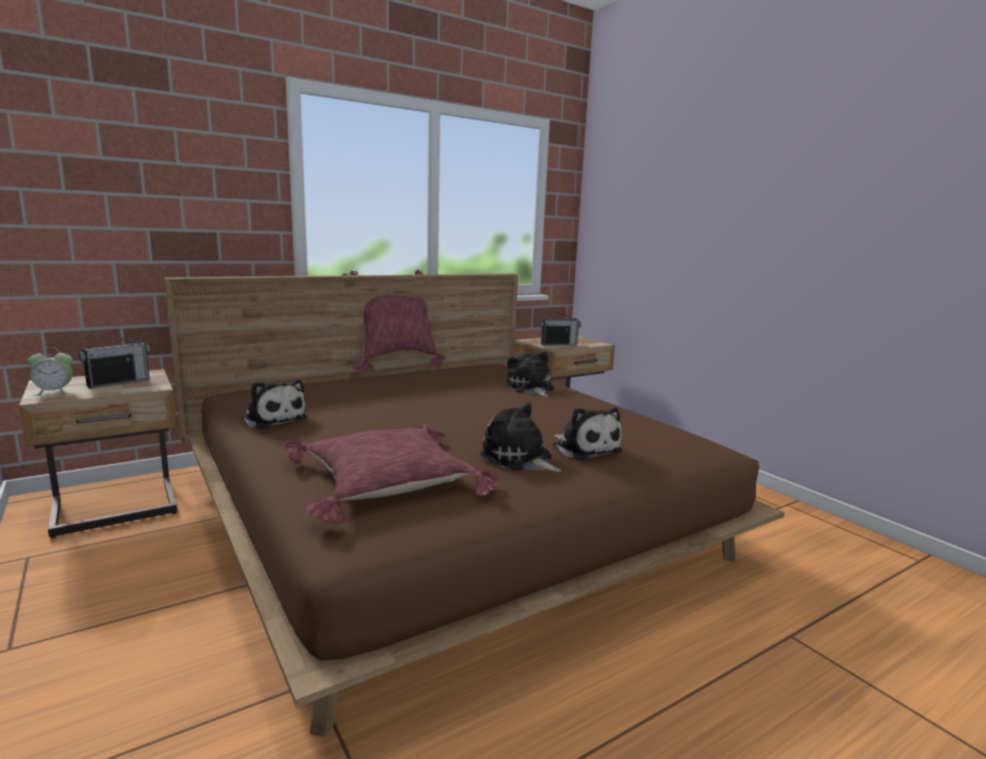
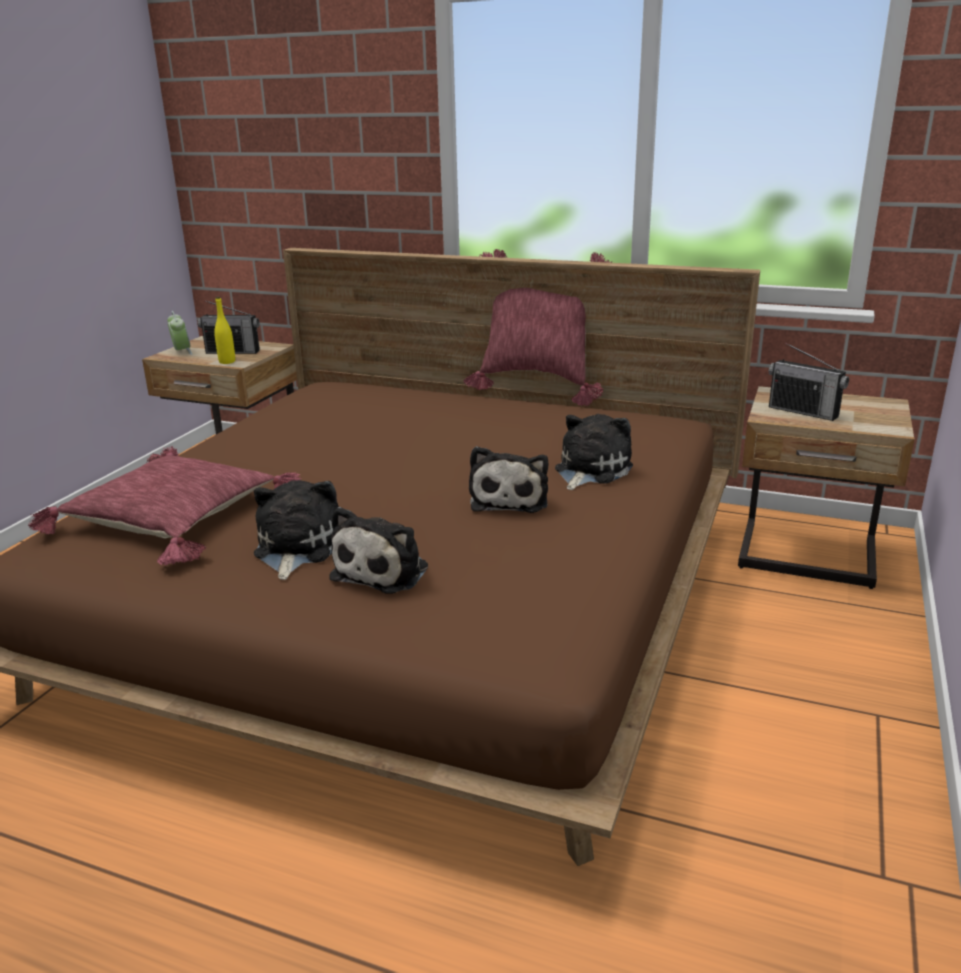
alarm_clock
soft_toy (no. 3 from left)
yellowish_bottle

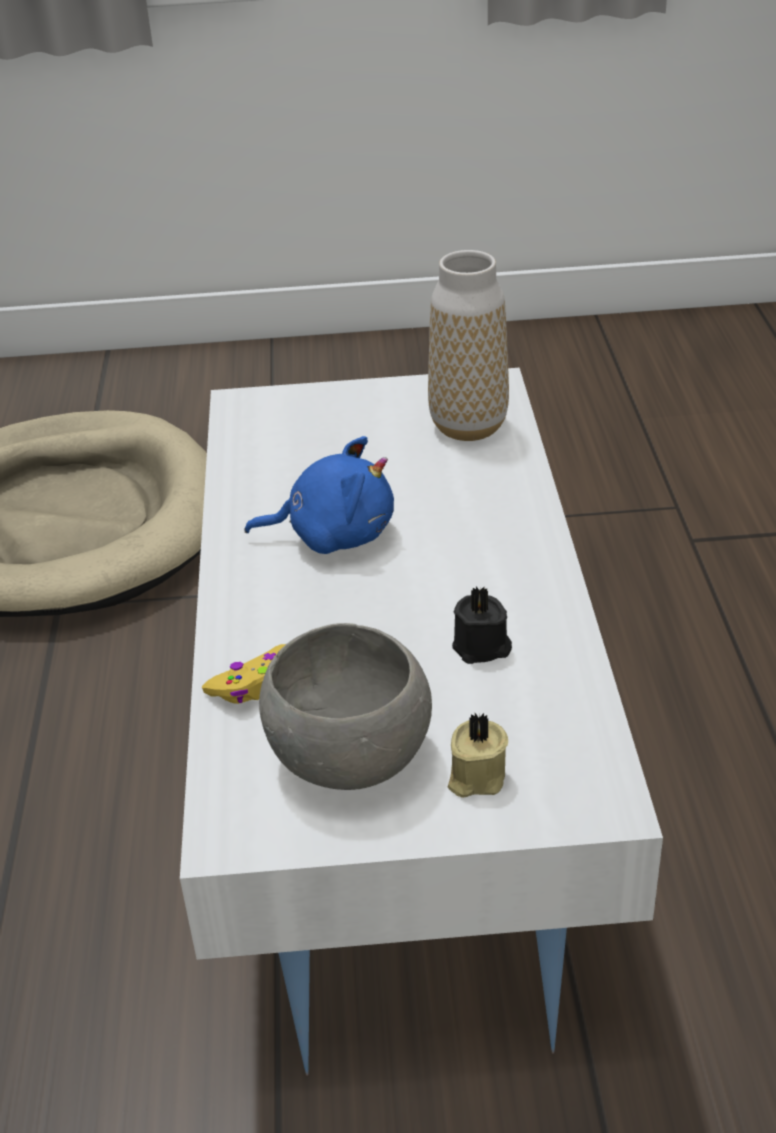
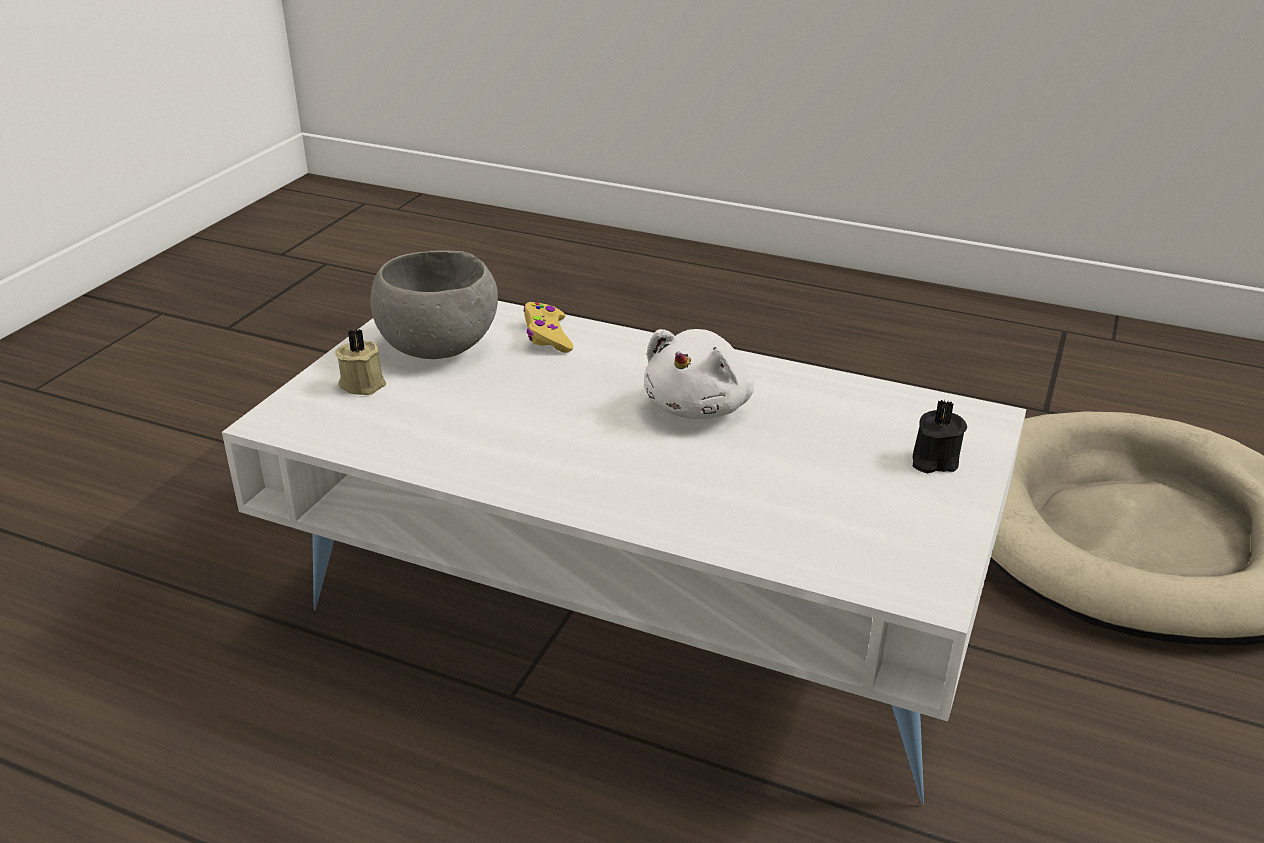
white_soft_toy
flower_vase
blackish_wax_candle

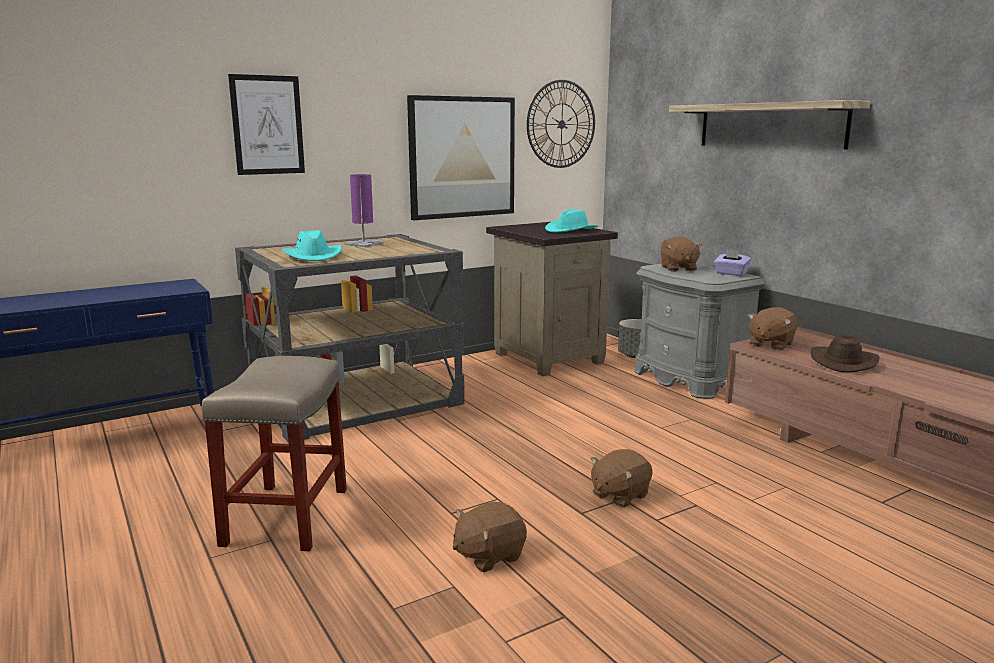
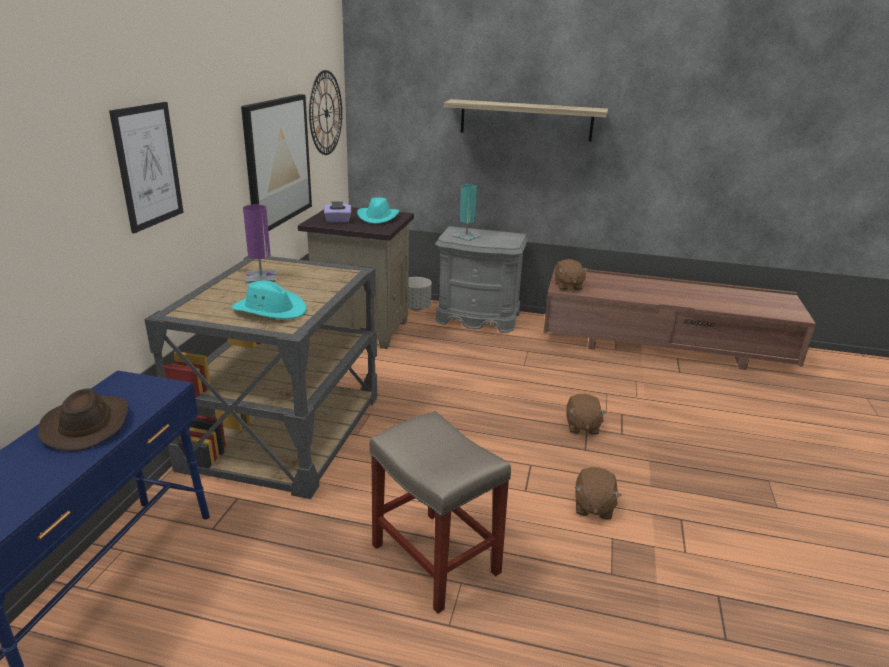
blue-green_tabletop_lamp
purplish_tissue_holder
brownish_hat

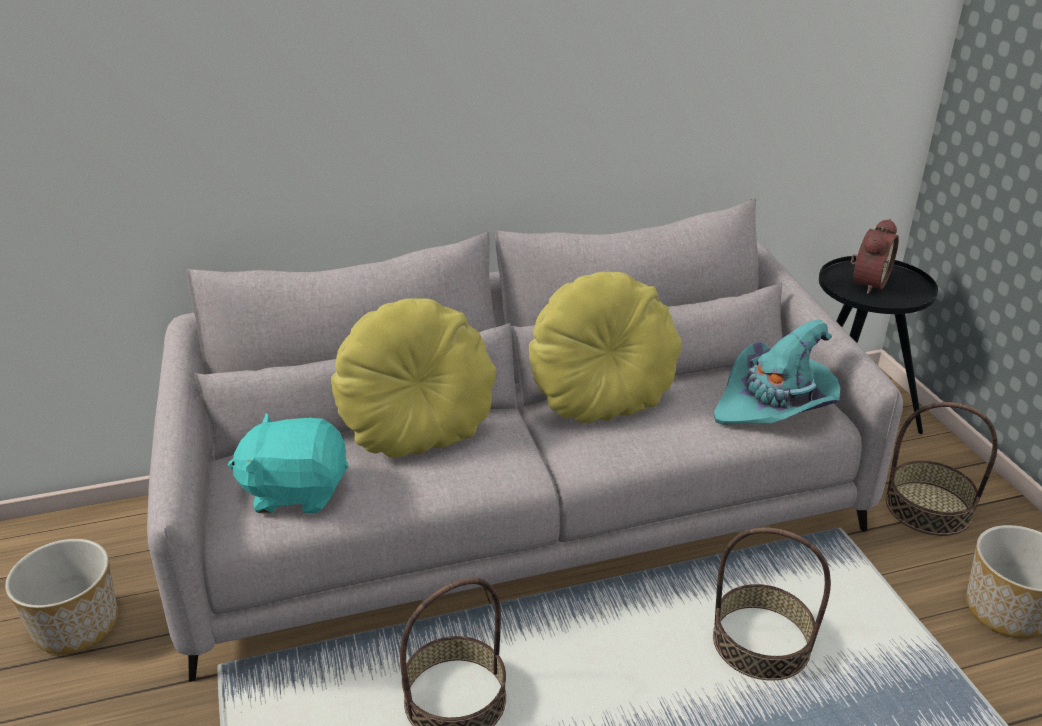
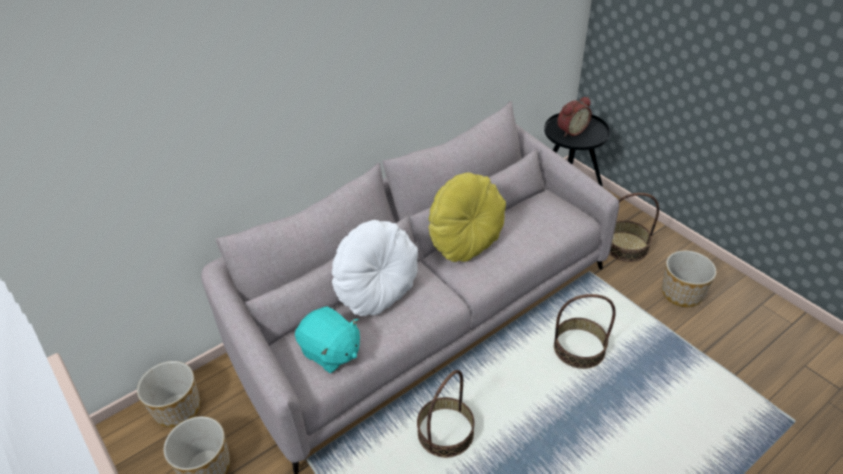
blue-green_soft_toy
white_pillow
blue-green_hat
alarm_clock
flower_pot (no. 1 from left)

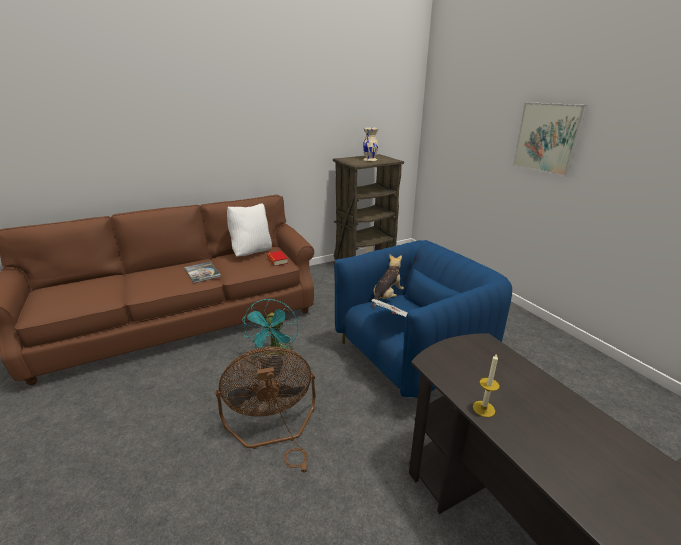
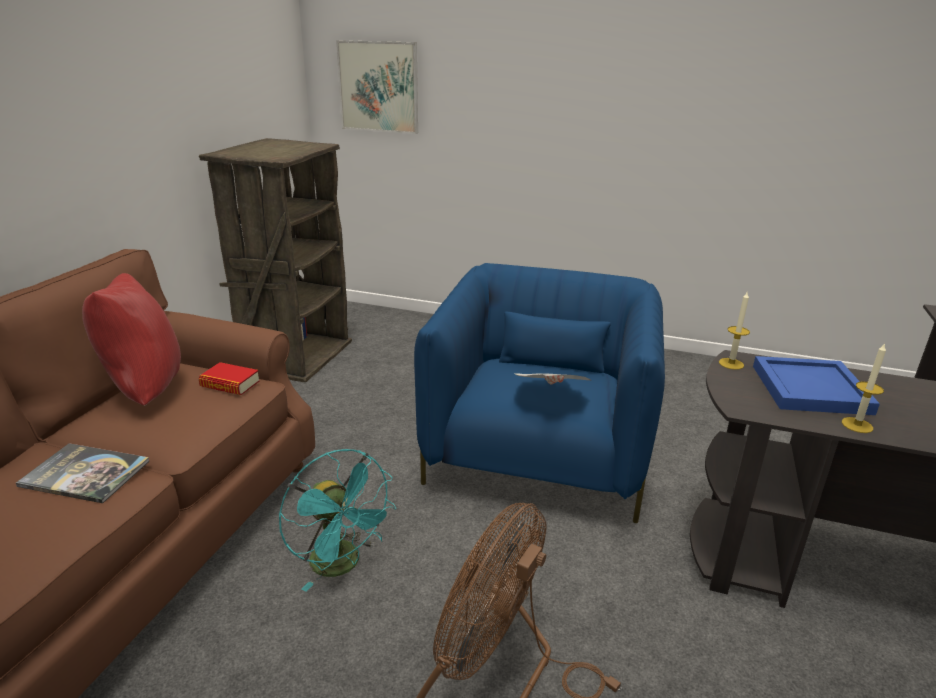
reddish_pillow
sand-coloured_flower_vase
soft_toy
wall_art
wax_candle (no. 1 from left)
bluish_carrying_tray

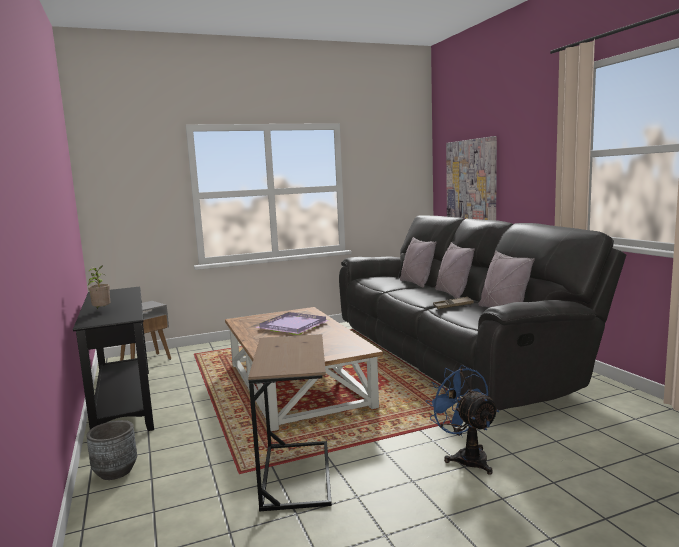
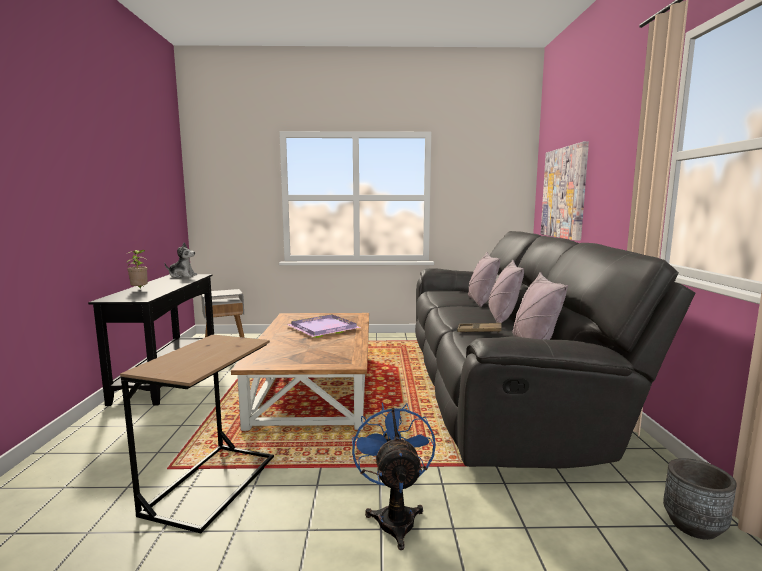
gray_flower_pot
soft_toy

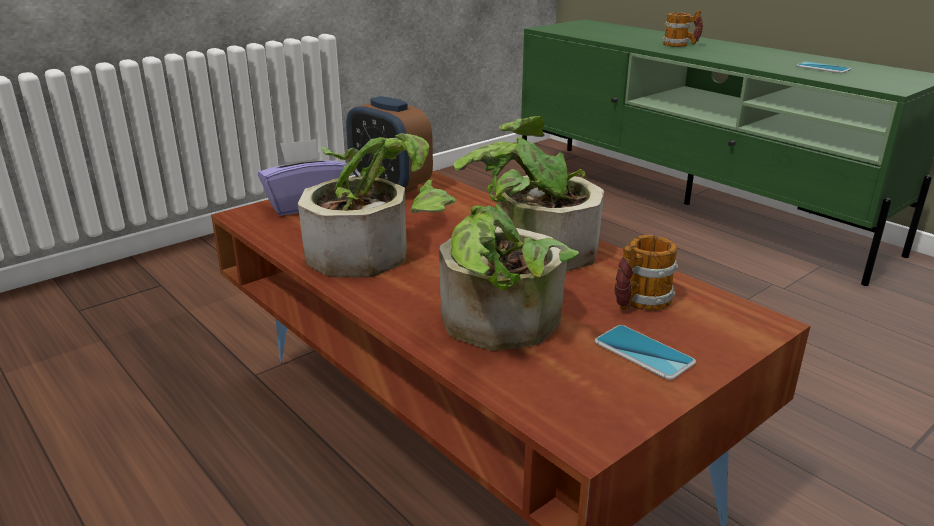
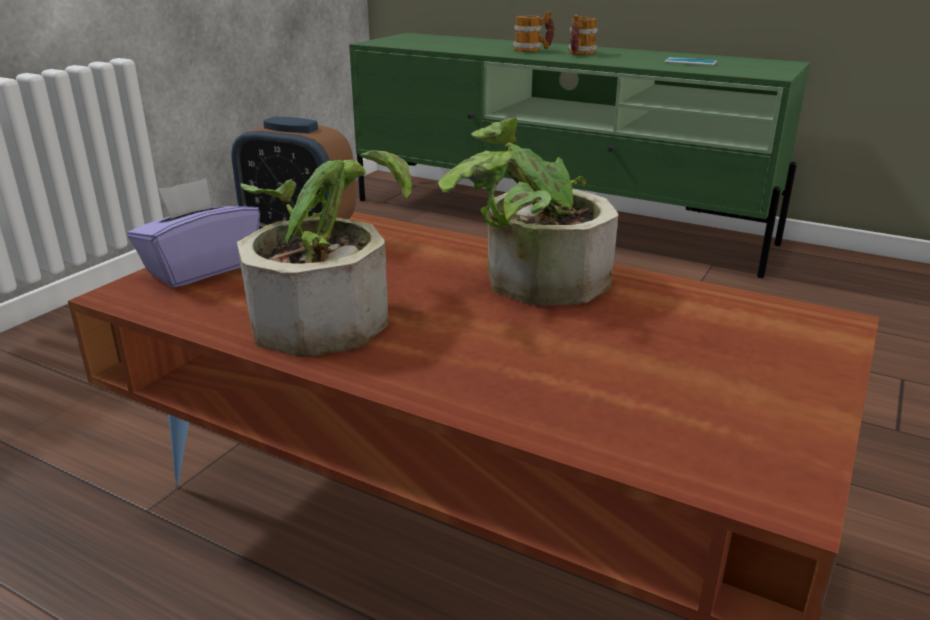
potted_plant (no. 2 from left in the first image)
telephone (no. 1 from left in the first image)
tea_mug (no. 2 from left)

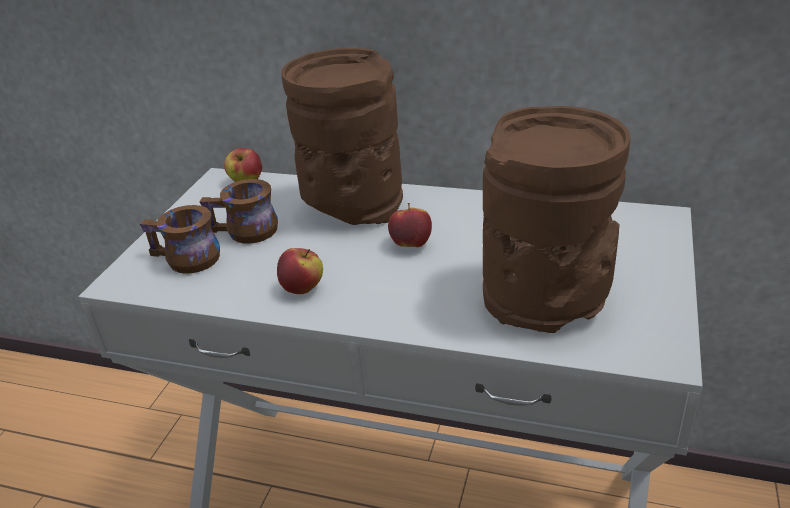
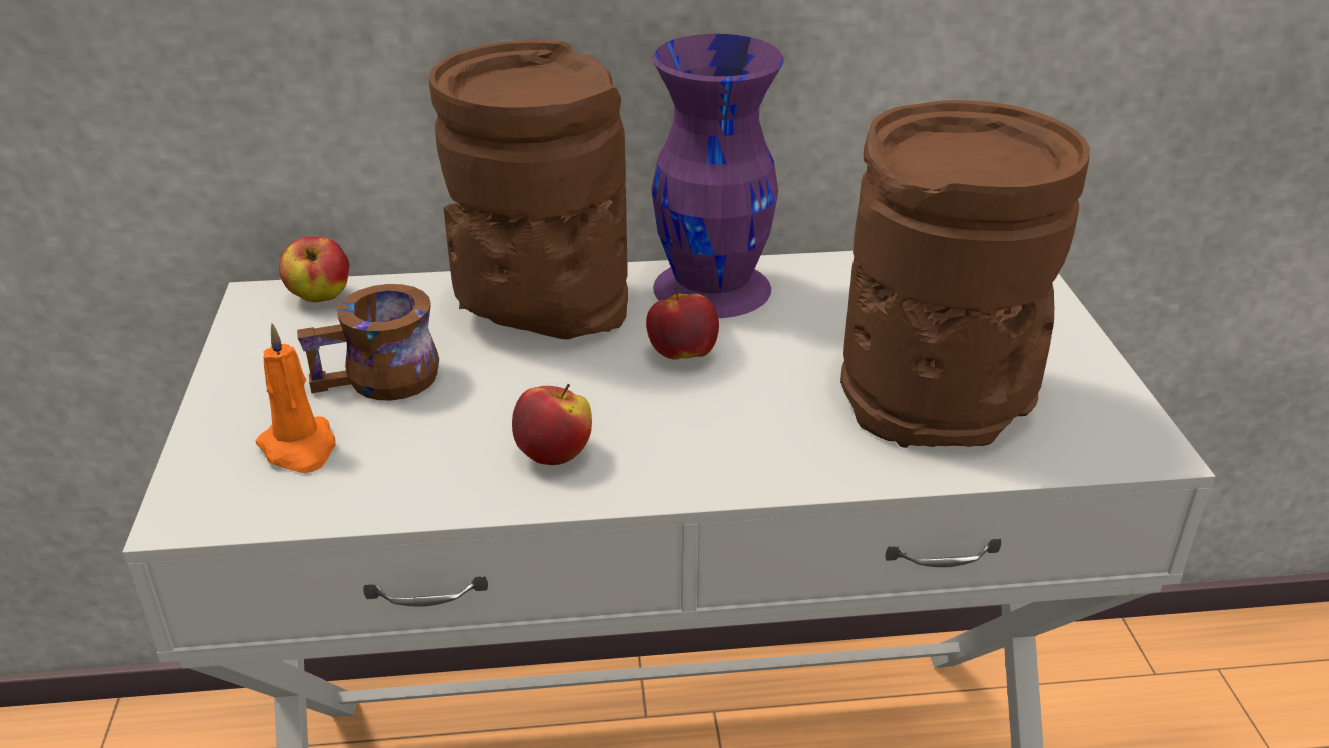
orange-coloured_wax_candle
purplish_flower_vase

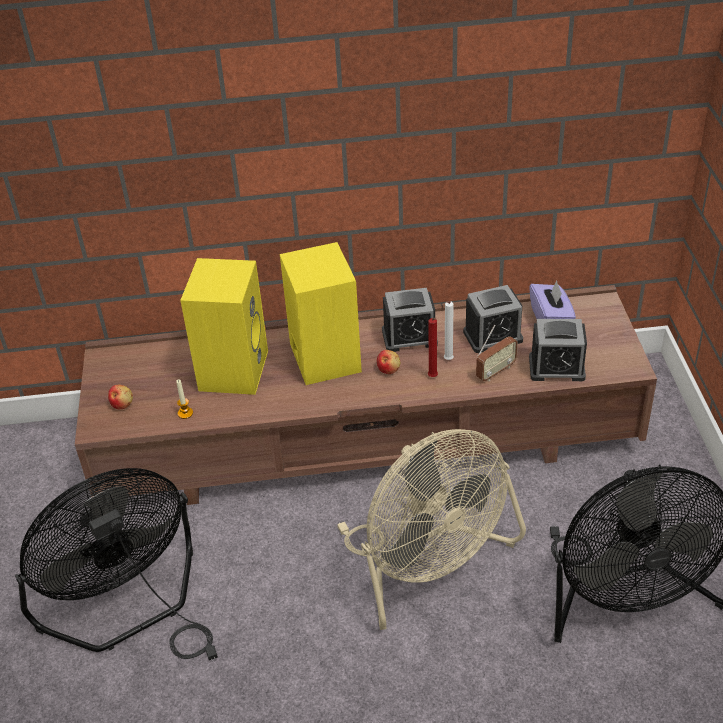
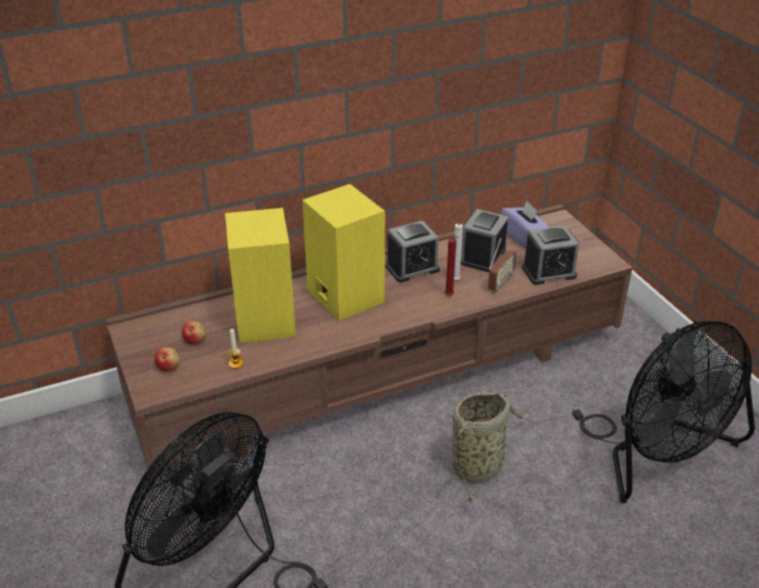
storage_basket
whole_apple (no. 2 from left)
alarm_clock (no. 2 from left)

